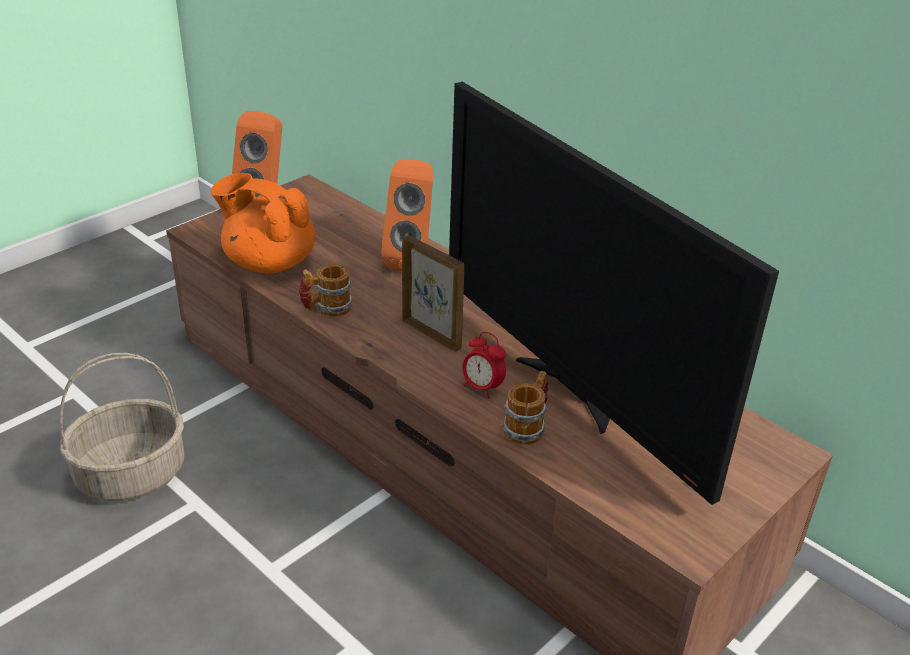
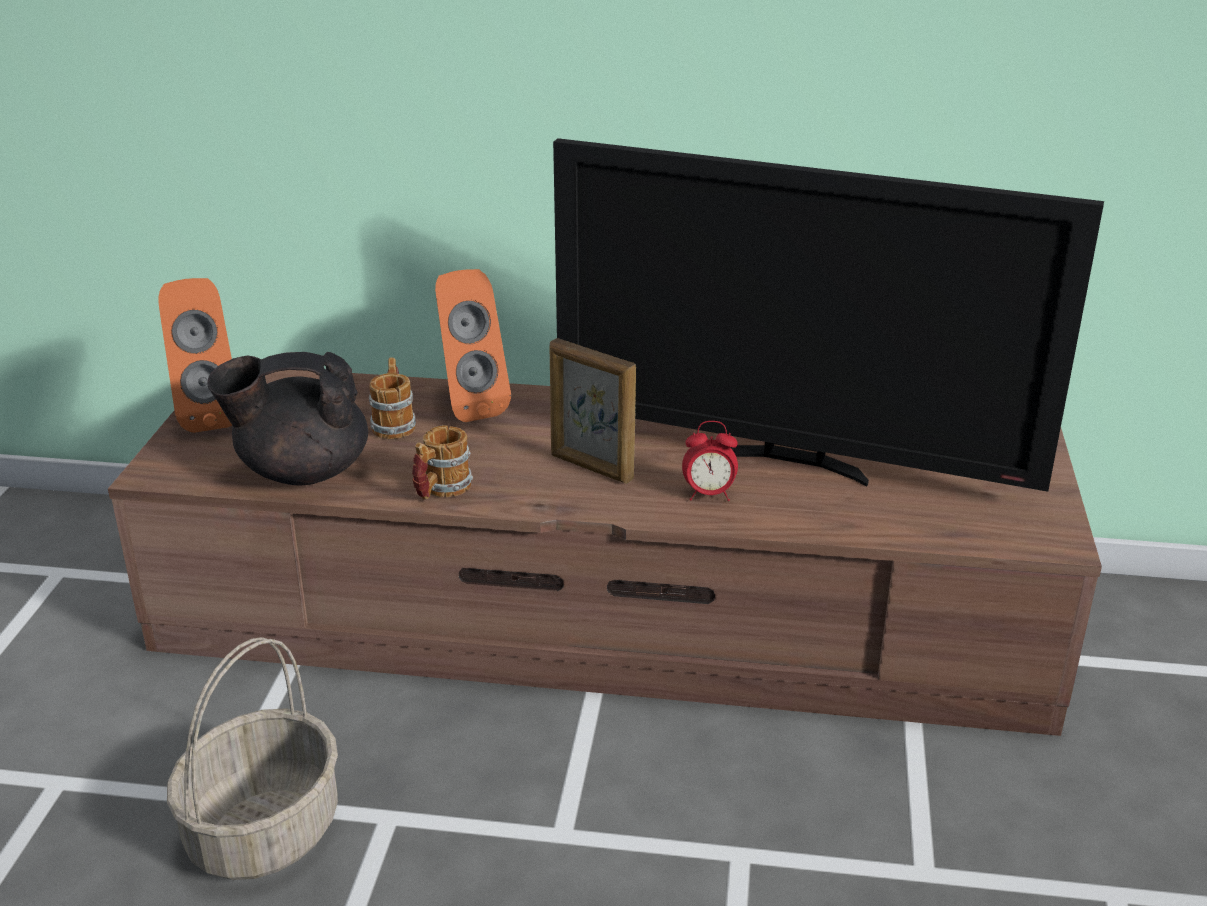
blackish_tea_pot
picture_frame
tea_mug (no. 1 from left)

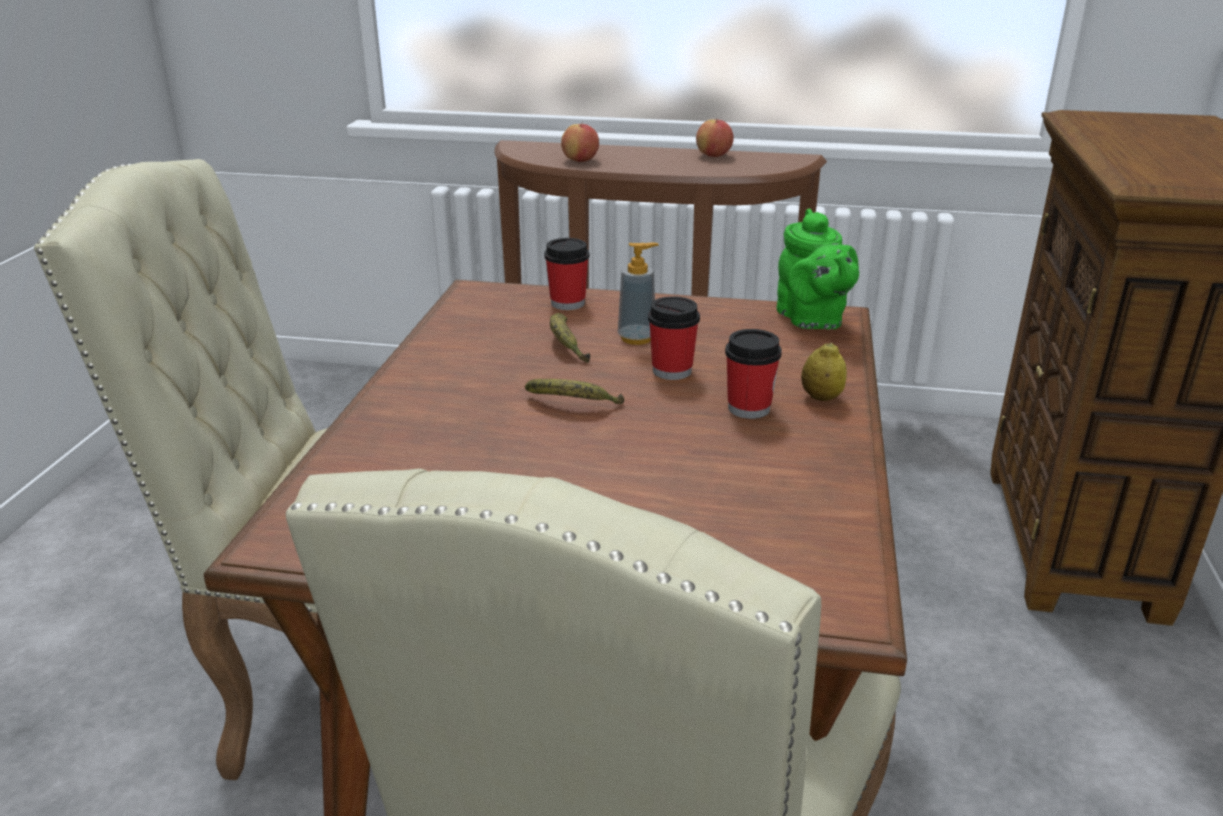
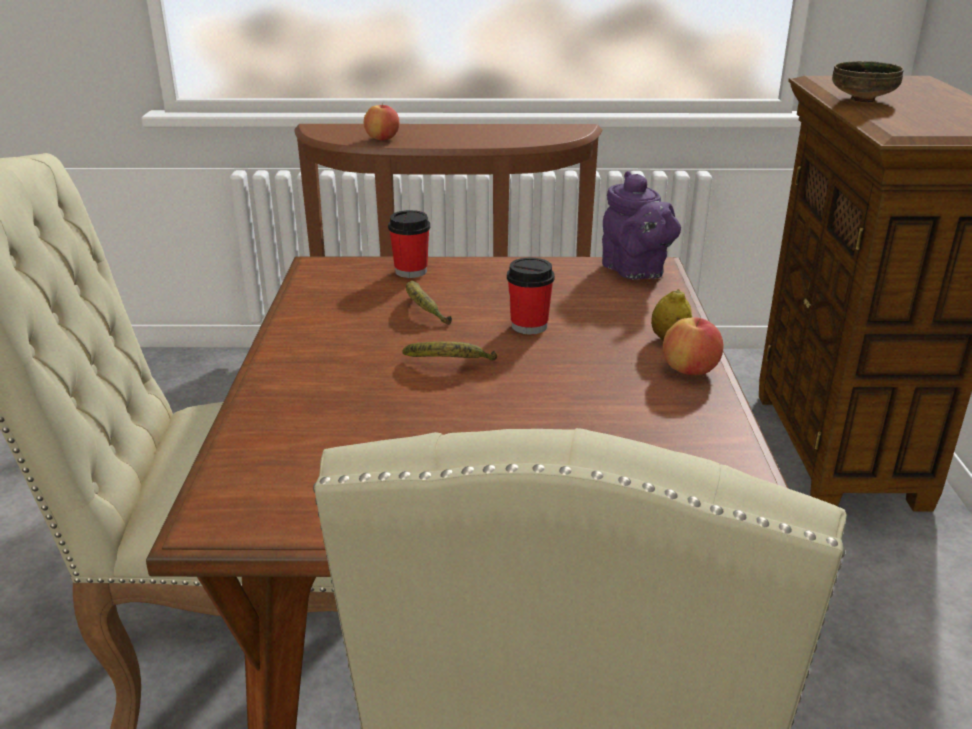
liquid_soap_bottle
whole_apple (no. 2 from left)
cup (no. 3 from left in the first image)
purplish_tea_pot
serving_bowl

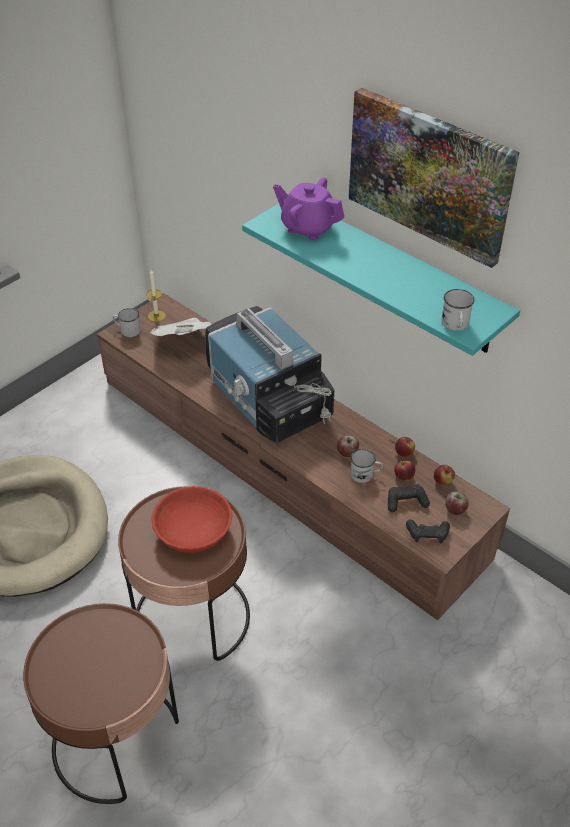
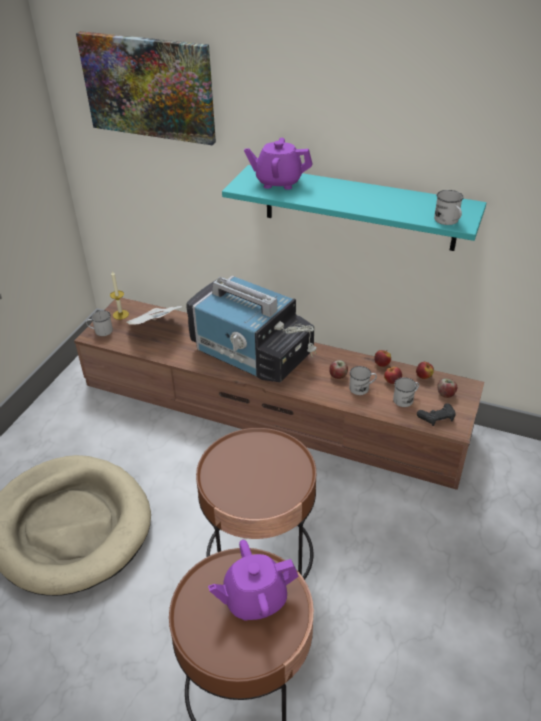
reddish_serving_bowl
wall_art
white_tea_mug (no. 3 from left)
purplish_tea_pot (no. 1 from left)

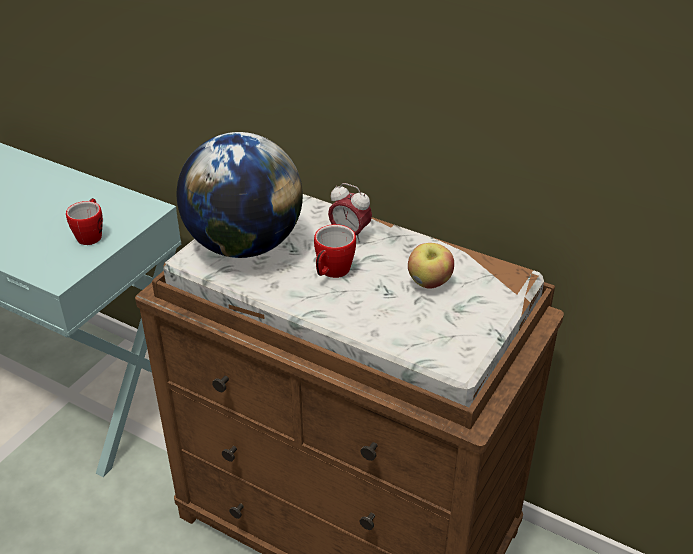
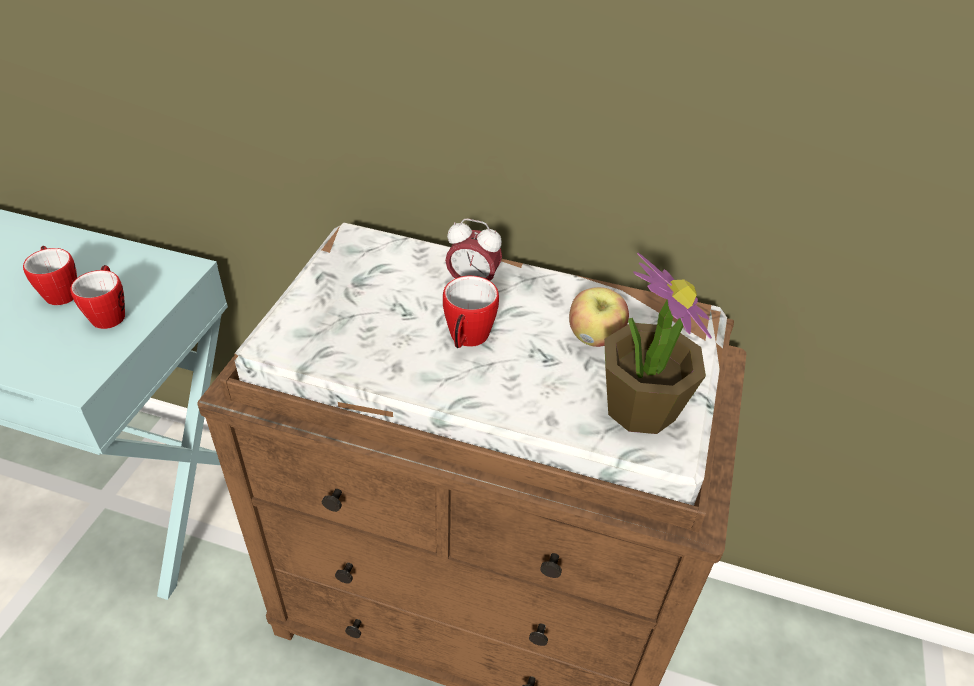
desk_globe
tea_mug (no. 1 from left)
potted_plant

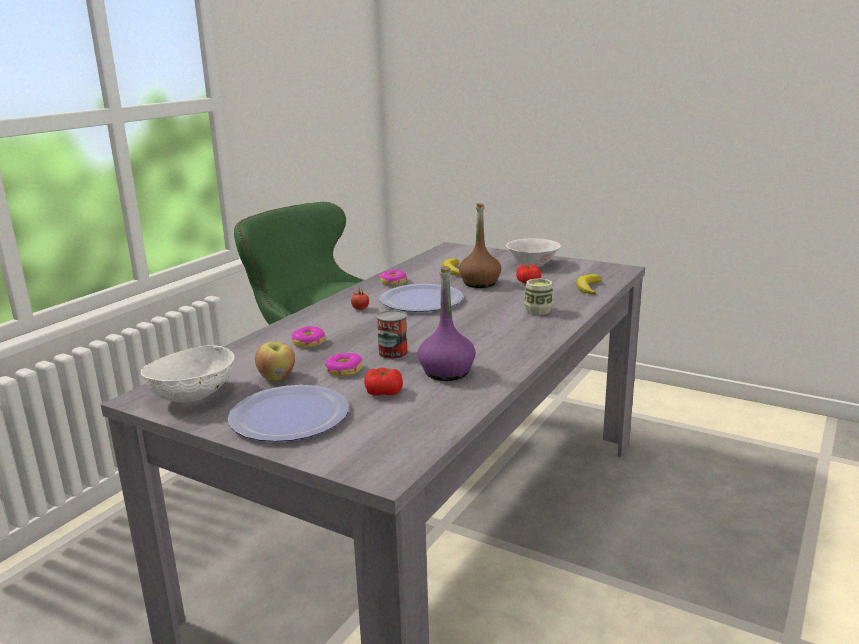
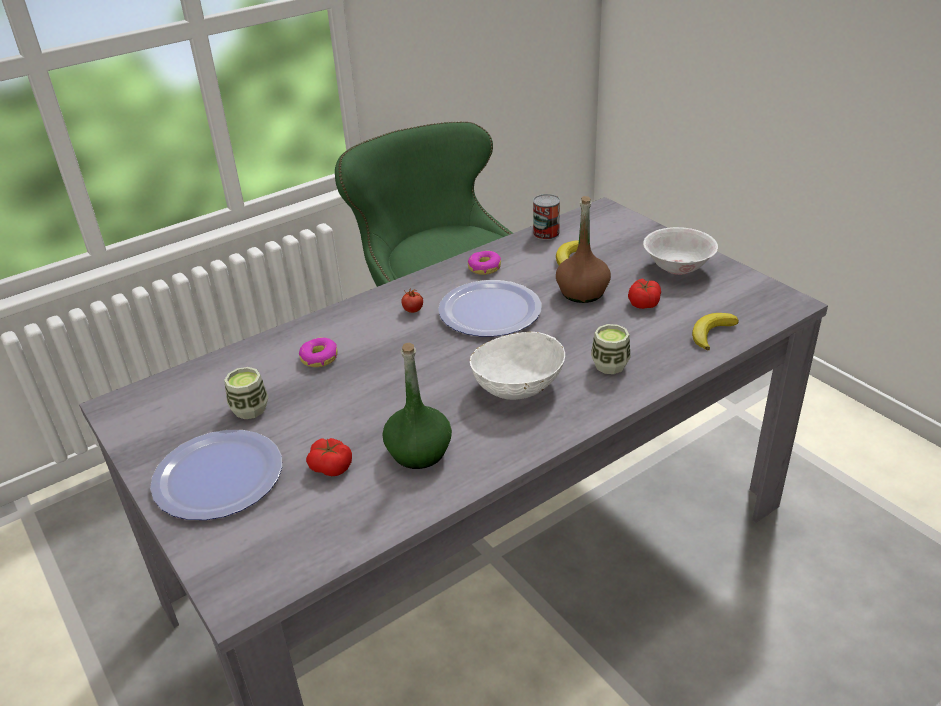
white_serving_bowl (no. 1 from left)
cup (no. 1 from left)
ring_doughnut (no. 2 from left in the first image)
can
green-coloured_bottle

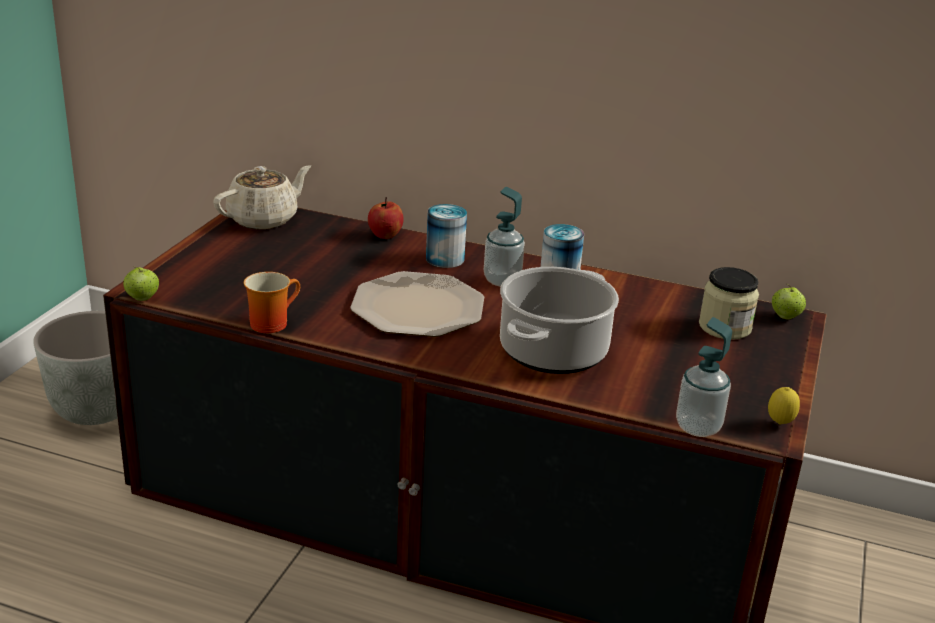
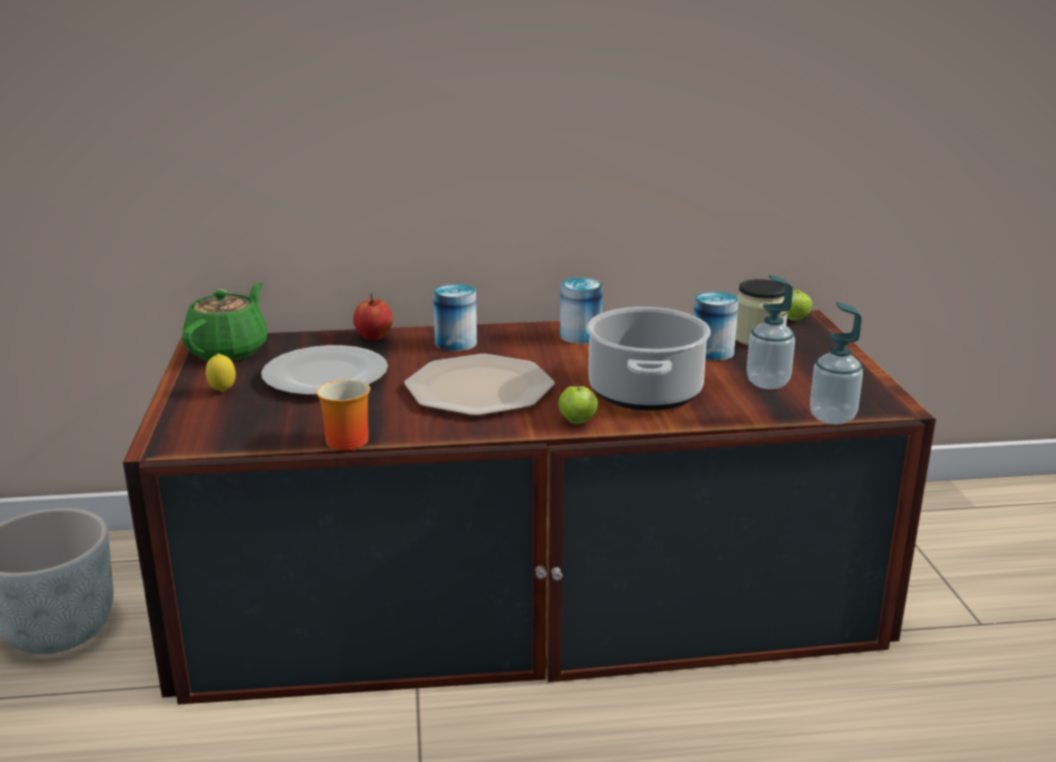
whole_apple (no. 2 from left)
green-coloured_tea_pot
liquid_soap_bottle (no. 1 from left)
lemon
flat_dish (no. 1 from left)
can (no. 3 from left)

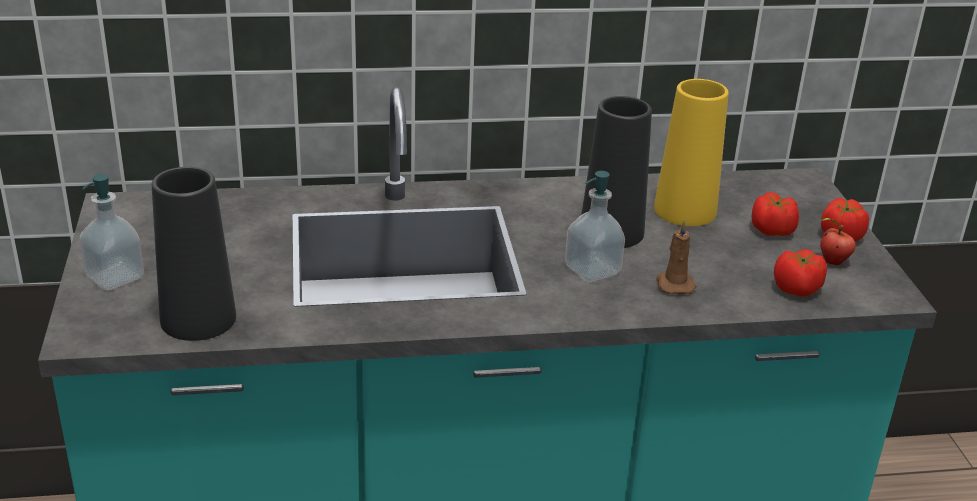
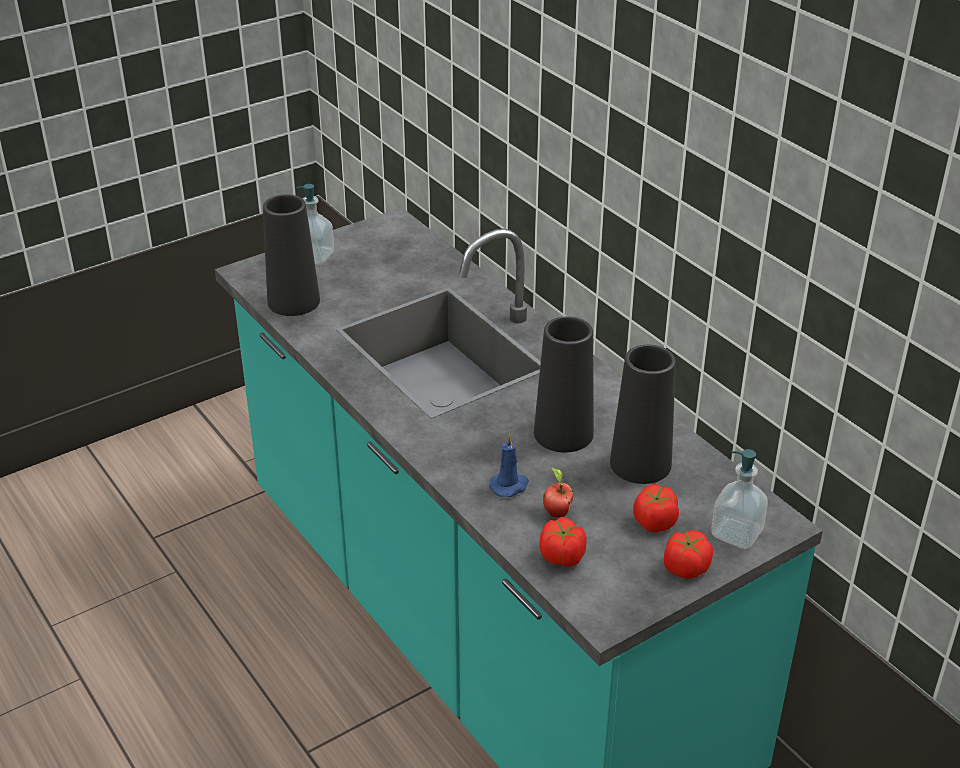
liquid_soap_bottle (no. 2 from left)
blackish_flower_vase (no. 3 from left)
bluish_wax_candle
whole_apple

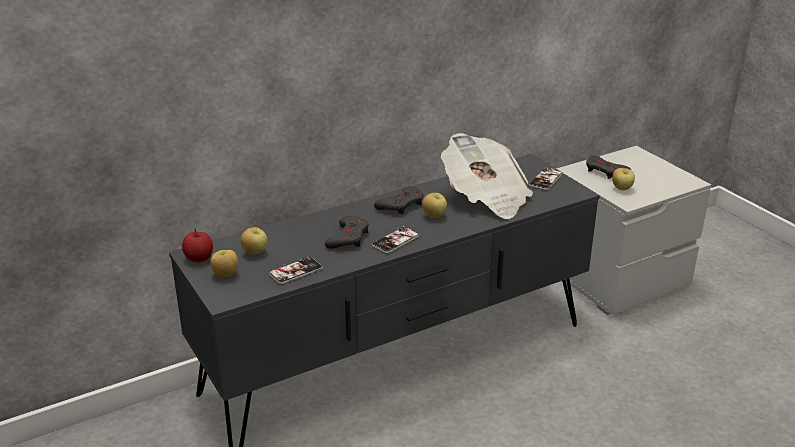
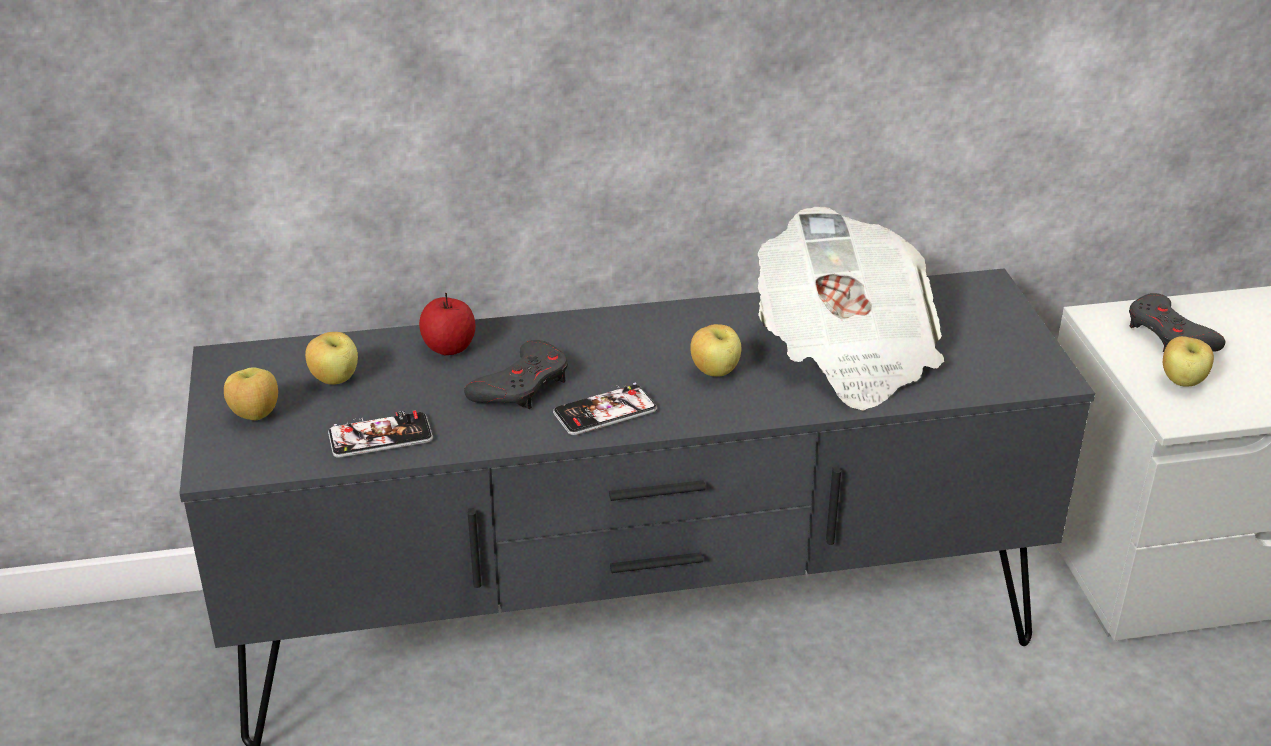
whole_apple (no. 3 from left)
gray_gamepad (no. 2 from left in the first image)
telephone (no. 3 from left in the first image)

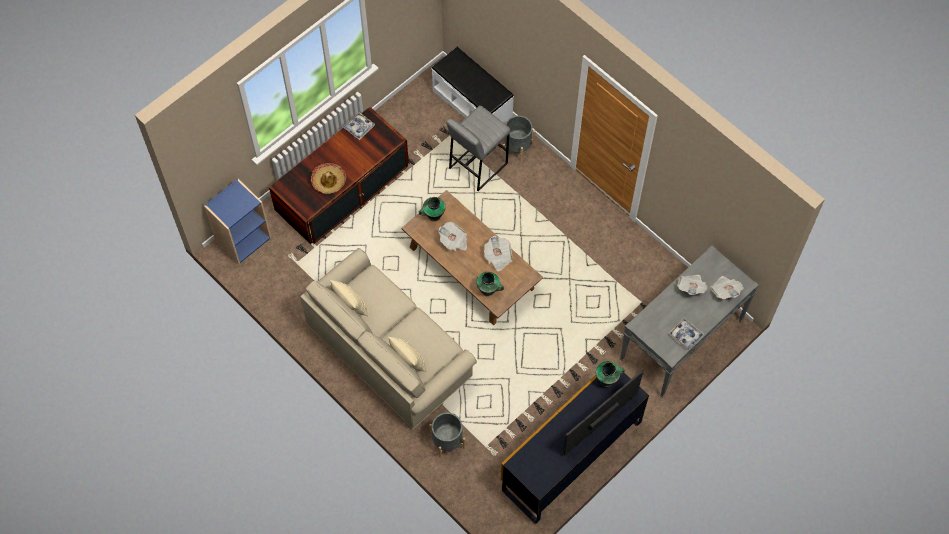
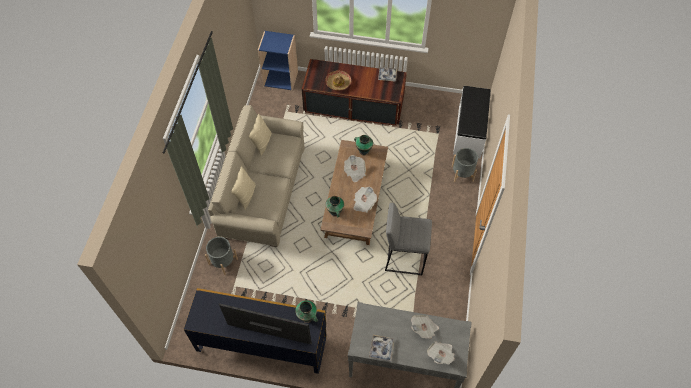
gray_sitting_stool

